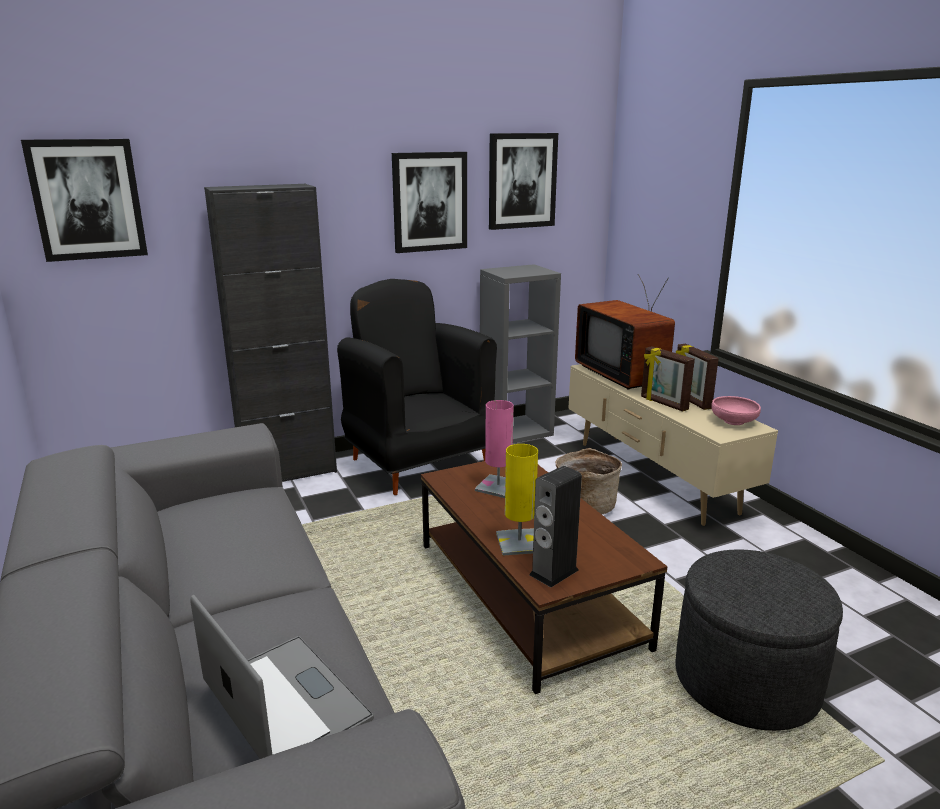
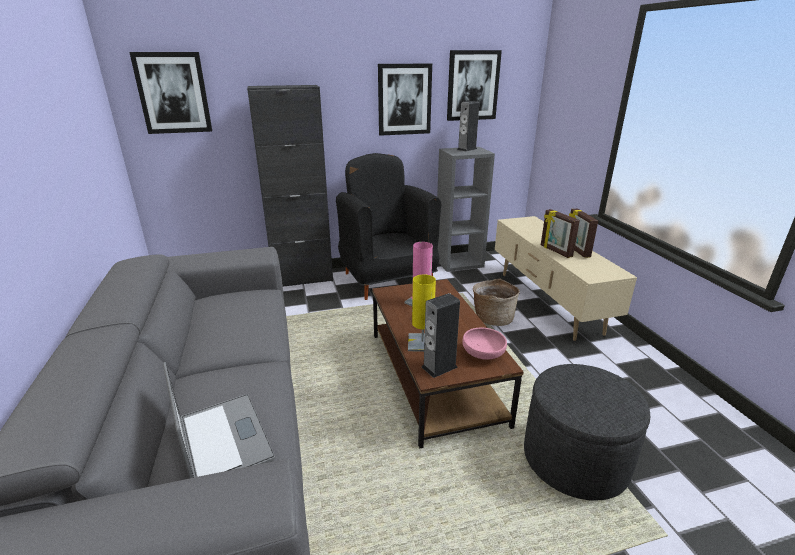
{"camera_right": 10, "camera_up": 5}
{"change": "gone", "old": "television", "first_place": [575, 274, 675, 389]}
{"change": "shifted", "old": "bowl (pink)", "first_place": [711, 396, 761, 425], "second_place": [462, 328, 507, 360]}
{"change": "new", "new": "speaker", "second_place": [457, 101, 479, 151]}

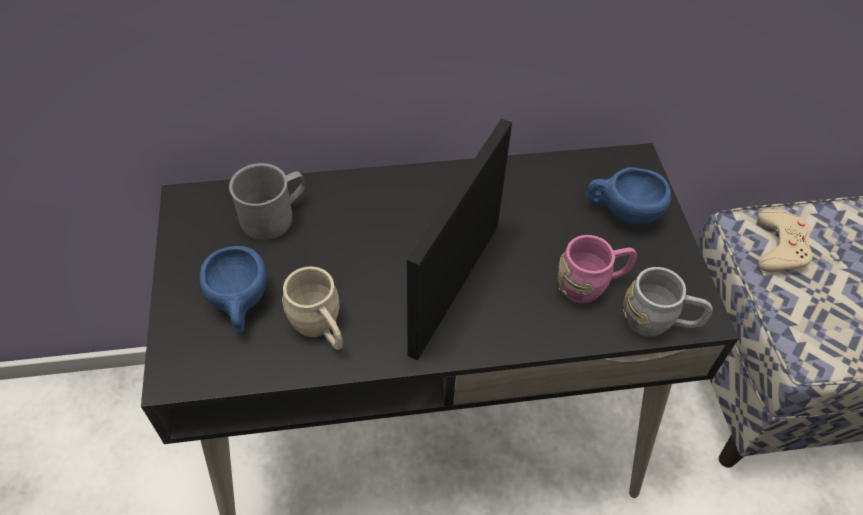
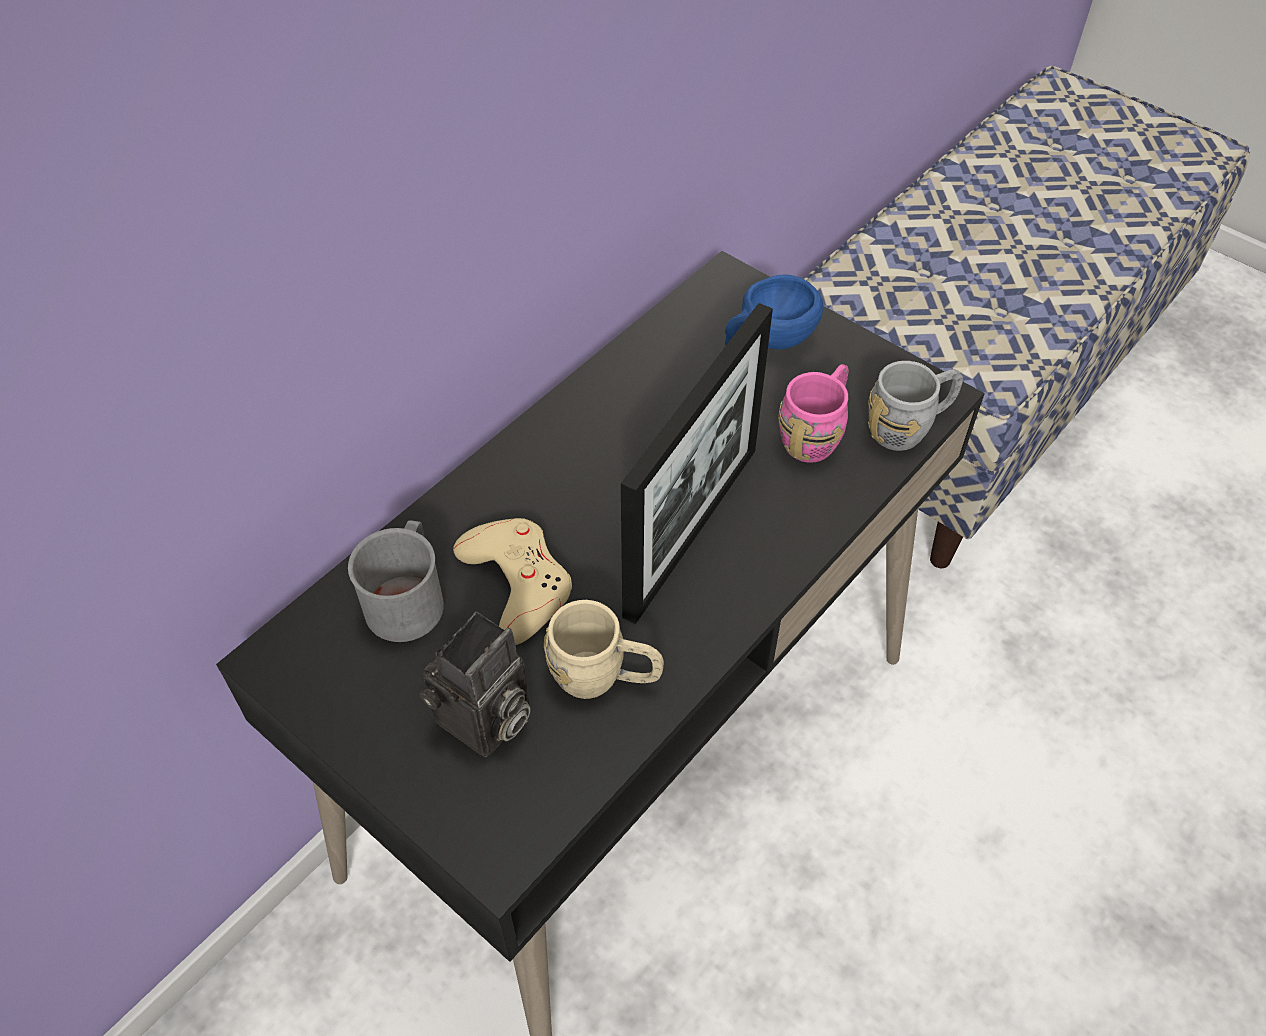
{"camera_right": -40, "camera_up": 0}
{"change": "swapped", "old": "cup (blue)", "new": "photo camera", "first_place": [200, 246, 267, 334], "second_place": [420, 612, 531, 757]}
{"change": "rotated", "old": "picture frame", "first_place": [407, 118, 512, 360], "second_place": [621, 303, 773, 624], "degrees": -135}
{"change": "shifted", "old": "game controller (beige)", "first_place": [757, 209, 813, 272], "second_place": [453, 518, 572, 645]}

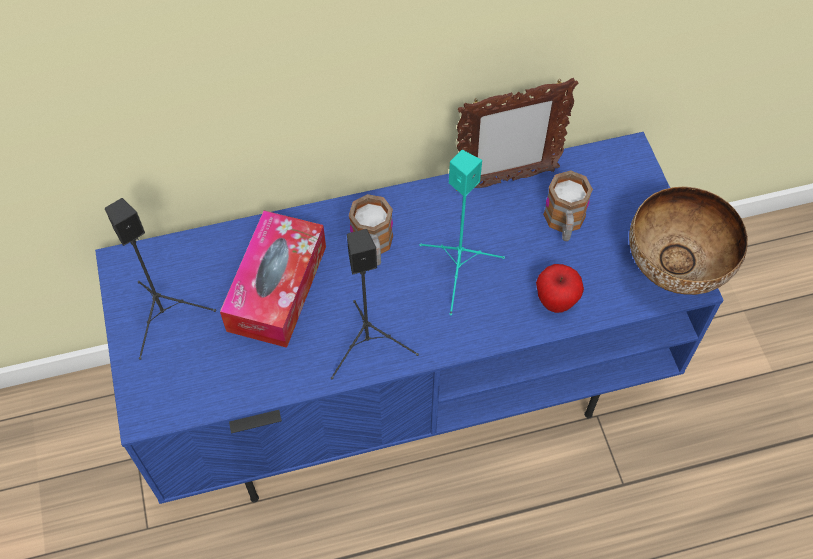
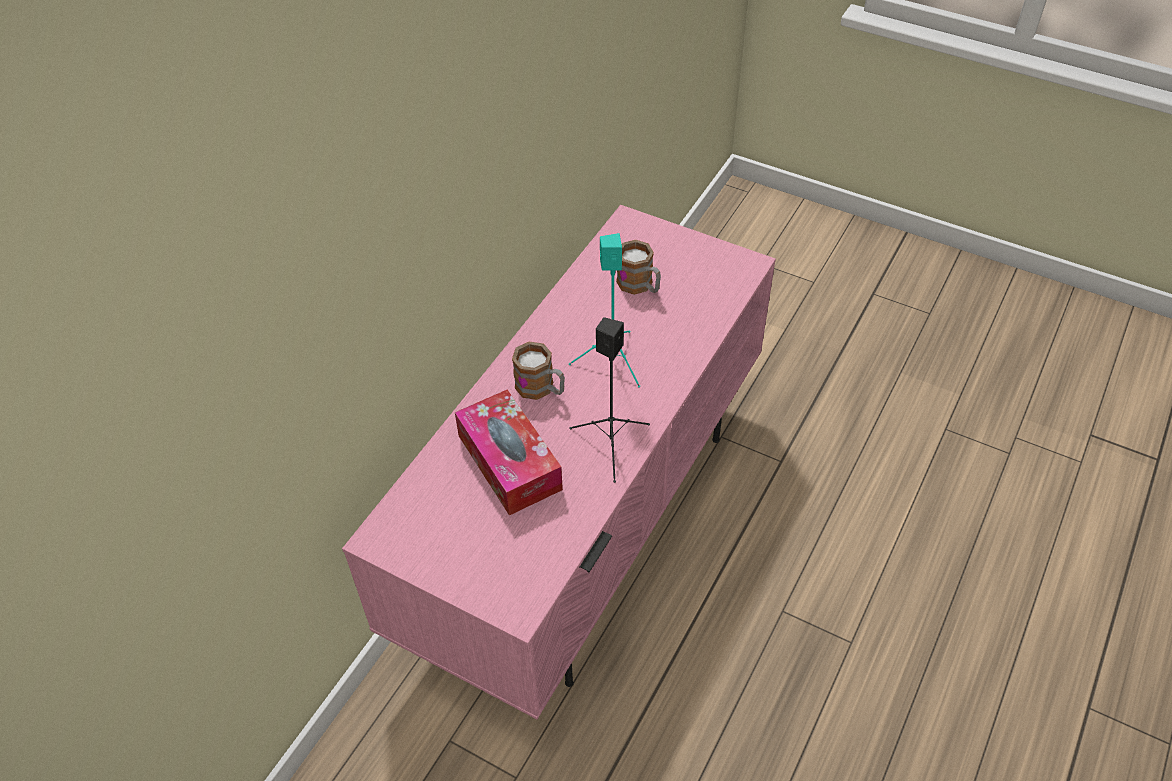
{"camera_right": -45, "camera_up": -10}
{"change": "repainted", "old": "tv stand (blue)", "new": "tv stand (pink)", "first_place": [95, 132, 723, 504], "second_place": [342, 205, 776, 719]}
{"change": "gone", "old": "speaker (black)", "first_place": [105, 198, 216, 360]}
{"change": "gone", "old": "picture frame", "first_place": [456, 78, 578, 191]}
{"change": "gone", "old": "apple", "first_place": [536, 264, 584, 313]}
{"change": "gone", "old": "bowl", "first_place": [629, 186, 748, 295]}

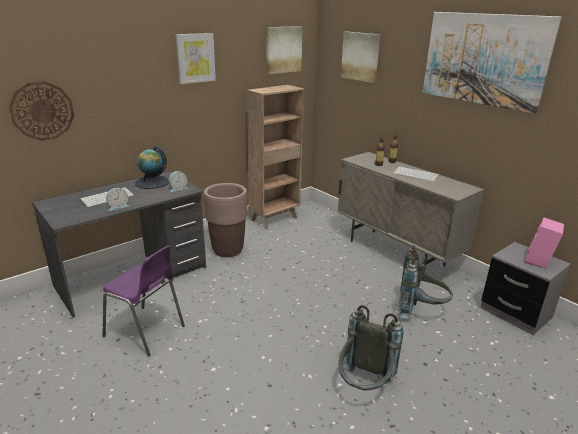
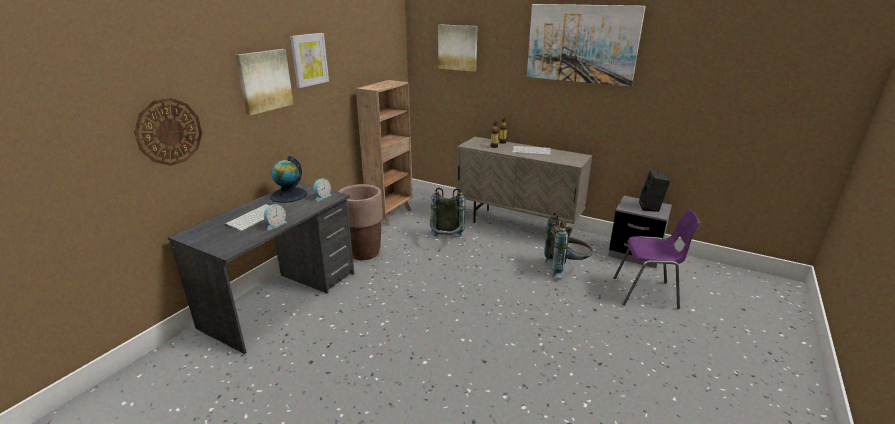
{"camera_right": -20, "camera_up": 0}
{"change": "shifted", "old": "chair (purple)", "first_place": [102, 246, 185, 357], "second_place": [614, 210, 700, 309]}
{"change": "shifted", "old": "picture", "first_place": [266, 26, 303, 74], "second_place": [235, 49, 294, 116]}
{"change": "shifted", "old": "backpack (grey)", "first_place": [338, 305, 403, 390], "second_place": [430, 188, 466, 237]}
{"change": "repainted", "old": "speaker (pink)", "new": "speaker (black)", "first_place": [525, 217, 564, 268], "second_place": [639, 171, 670, 212]}

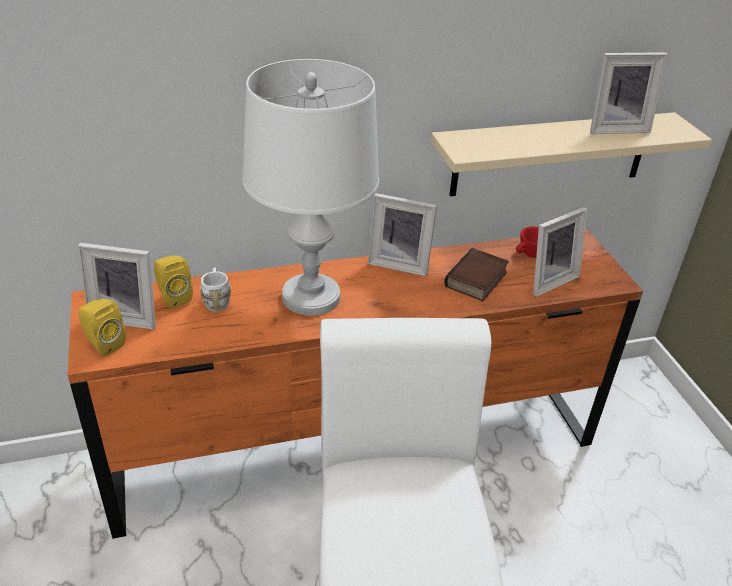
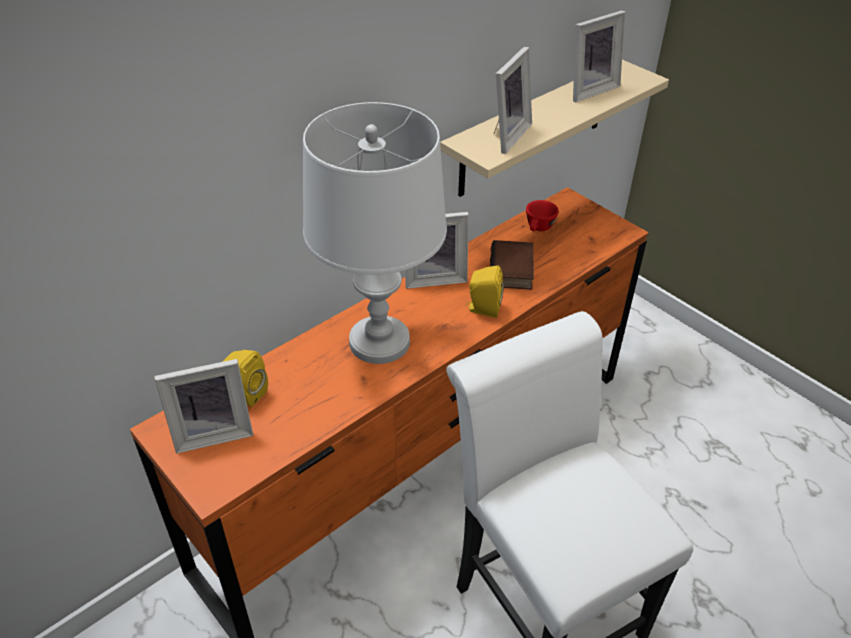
{"camera_right": -25, "camera_up": 5}
{"change": "shifted", "old": "speaker (yellow)", "first_place": [79, 299, 126, 356], "second_place": [465, 266, 504, 318]}
{"change": "gone", "old": "mug (white)", "first_place": [200, 268, 231, 311]}
{"change": "shifted", "old": "picture frame", "first_place": [533, 207, 587, 297], "second_place": [493, 47, 532, 154]}

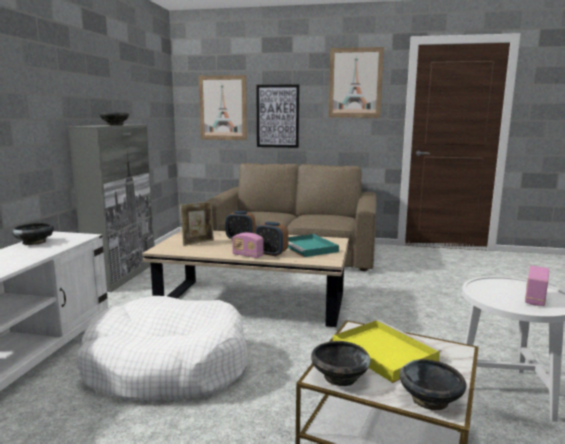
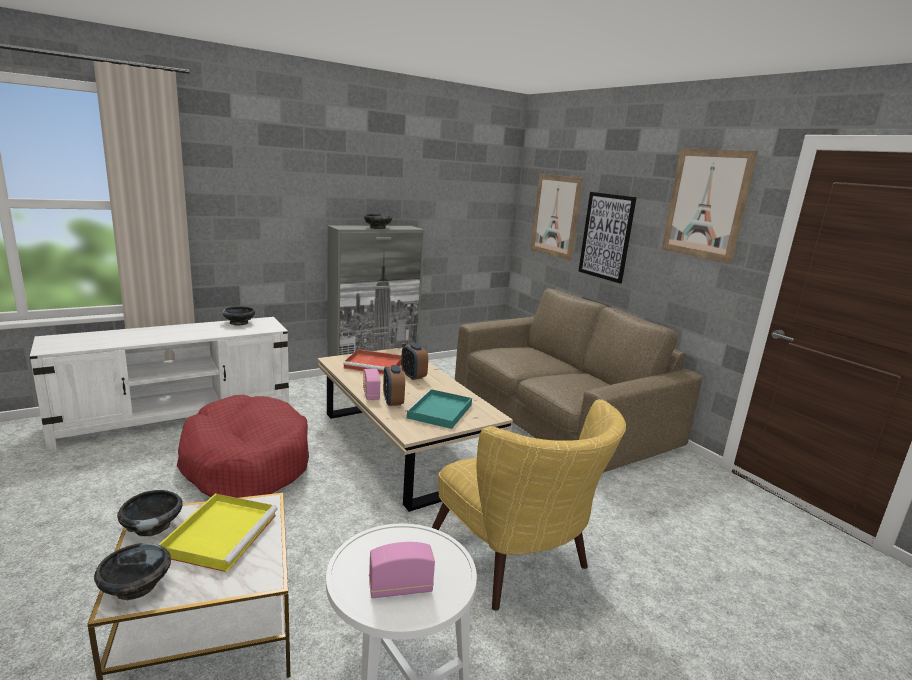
{"camera_right": 45, "camera_up": 5}
{"change": "repainted", "old": "dog bed (white)", "new": "dog bed (red)", "first_place": [76, 296, 248, 401], "second_place": [177, 395, 309, 498]}
{"change": "swapped", "old": "picture frame", "new": "tray (red)", "first_place": [180, 201, 214, 246], "second_place": [343, 349, 402, 374]}
{"change": "new", "new": "armchair (yellow)", "second_place": [432, 399, 626, 611]}

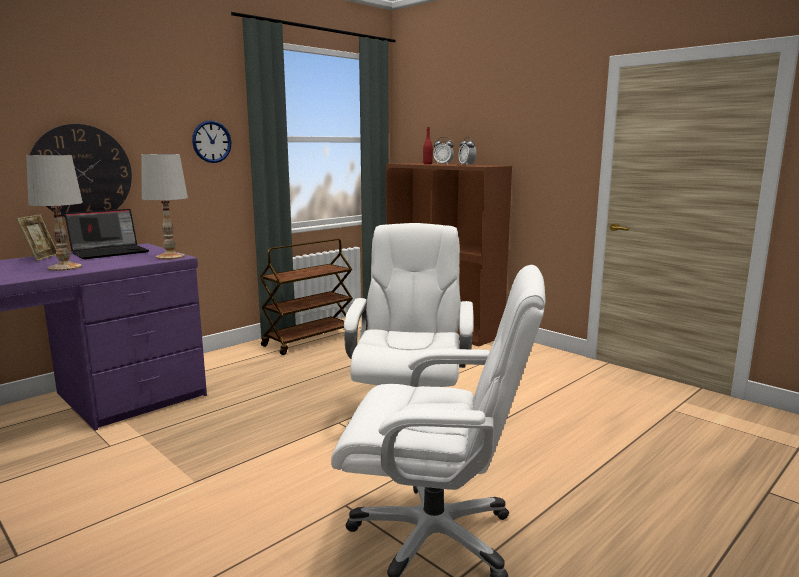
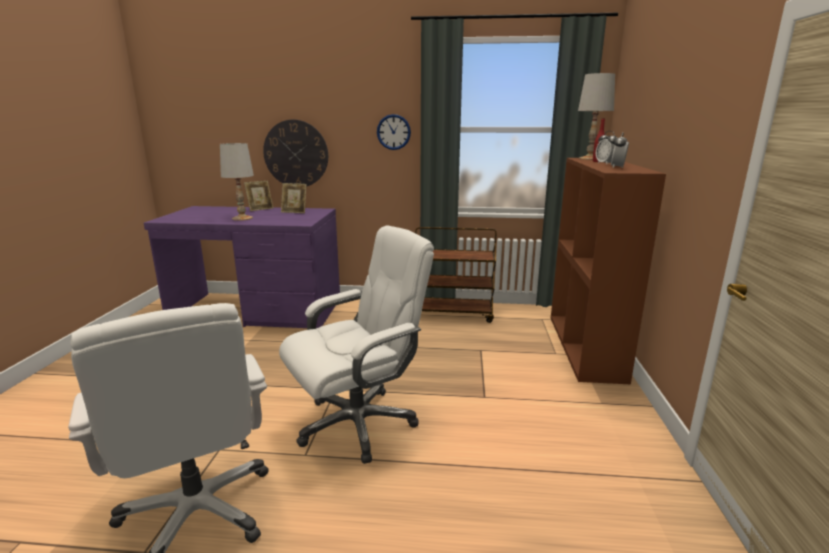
{"camera_right": 50, "camera_up": 5}
{"change": "swapped", "old": "laptop", "new": "picture frame", "first_place": [64, 209, 149, 259], "second_place": [281, 183, 307, 213]}
{"change": "shifted", "old": "table lamp (white)", "first_place": [141, 154, 188, 259], "second_place": [578, 73, 615, 160]}

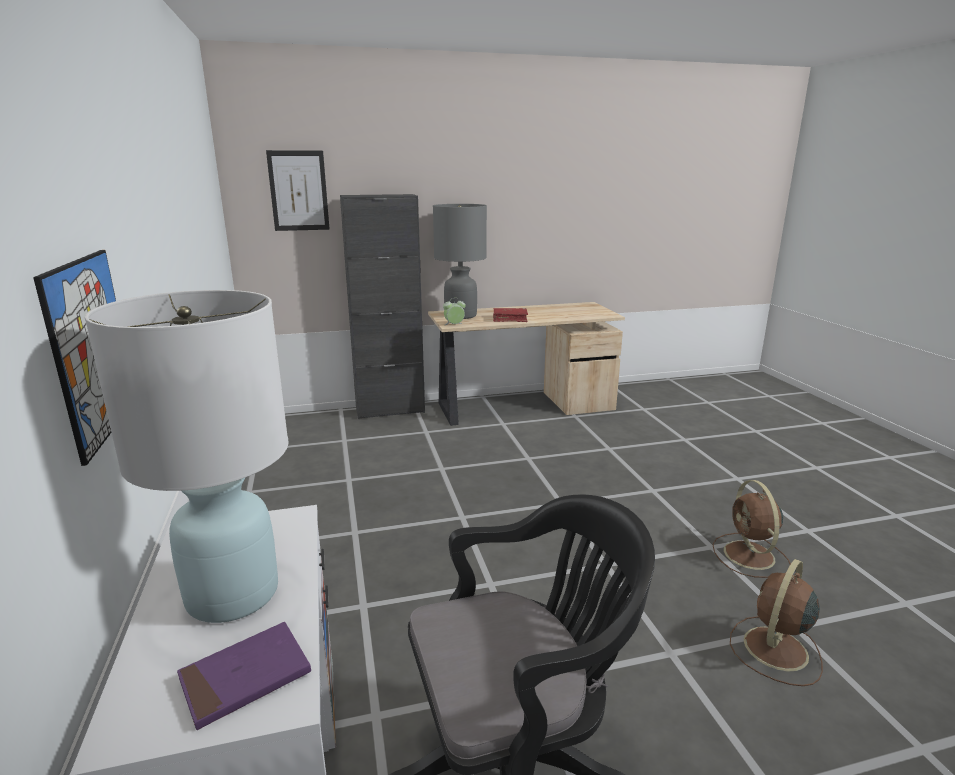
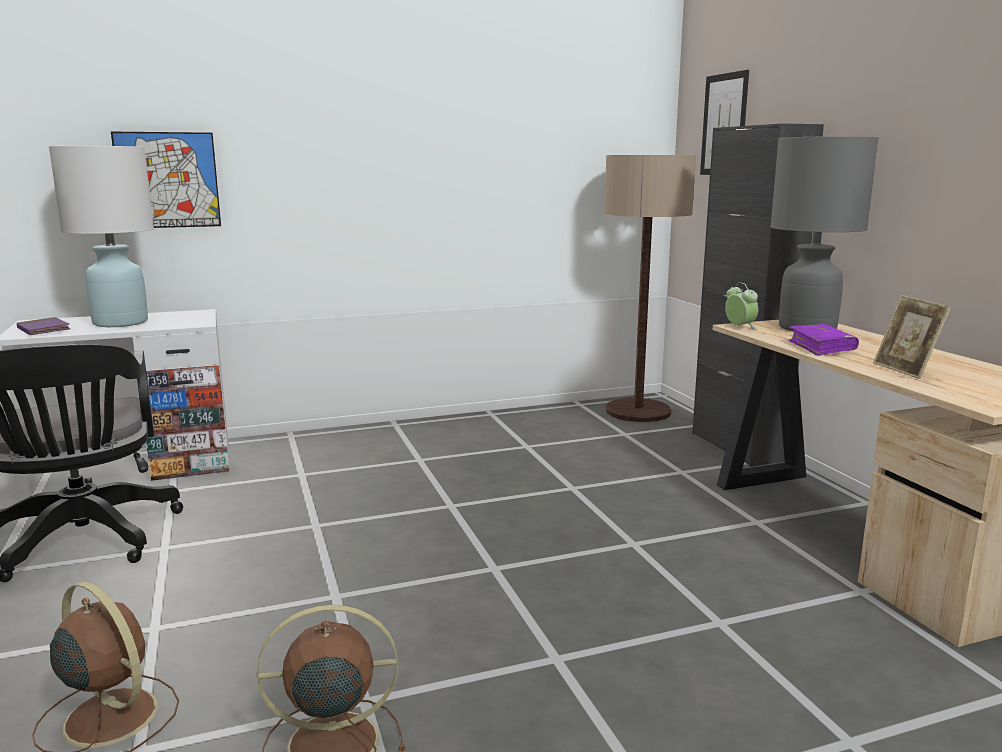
{"camera_right": 85, "camera_up": -5}
{"change": "repainted", "old": "book (red)", "new": "book (purple)", "first_place": [493, 308, 528, 322], "second_place": [788, 324, 859, 356]}
{"change": "new", "new": "floor lamp", "second_place": [604, 155, 696, 422]}
{"change": "new", "new": "picture frame", "second_place": [873, 295, 951, 379]}

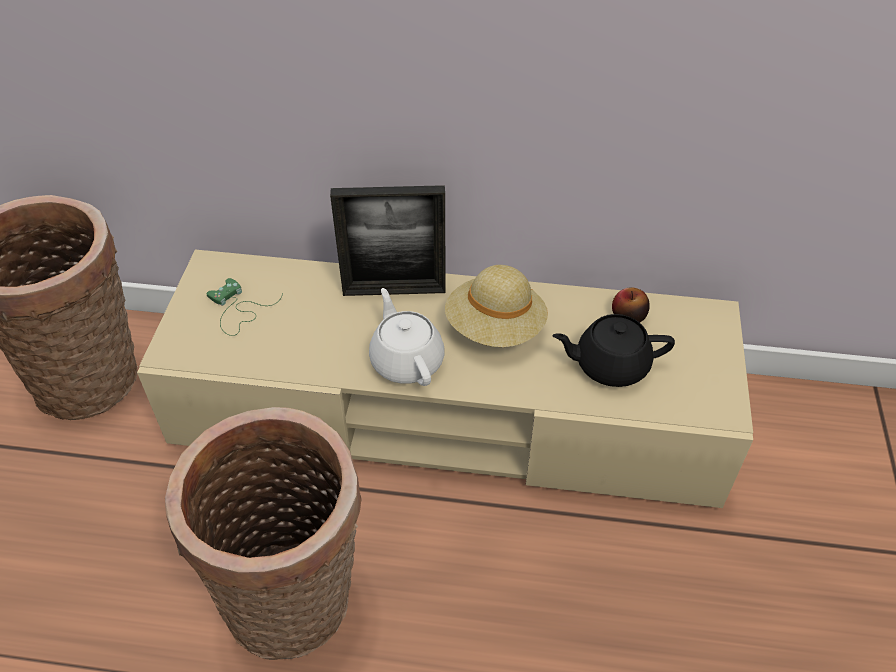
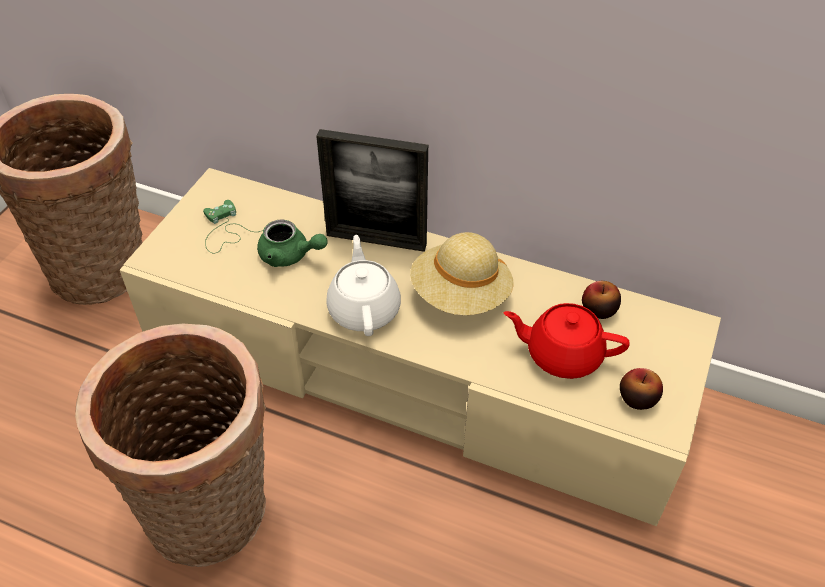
{"camera_right": 15, "camera_up": 0}
{"change": "repainted", "old": "teapot (black)", "new": "teapot (red)", "first_place": [552, 314, 675, 387], "second_place": [503, 303, 630, 379]}
{"change": "new", "new": "teapot (green)", "second_place": [257, 220, 328, 267]}
{"change": "new", "new": "apple", "second_place": [620, 368, 663, 410]}

